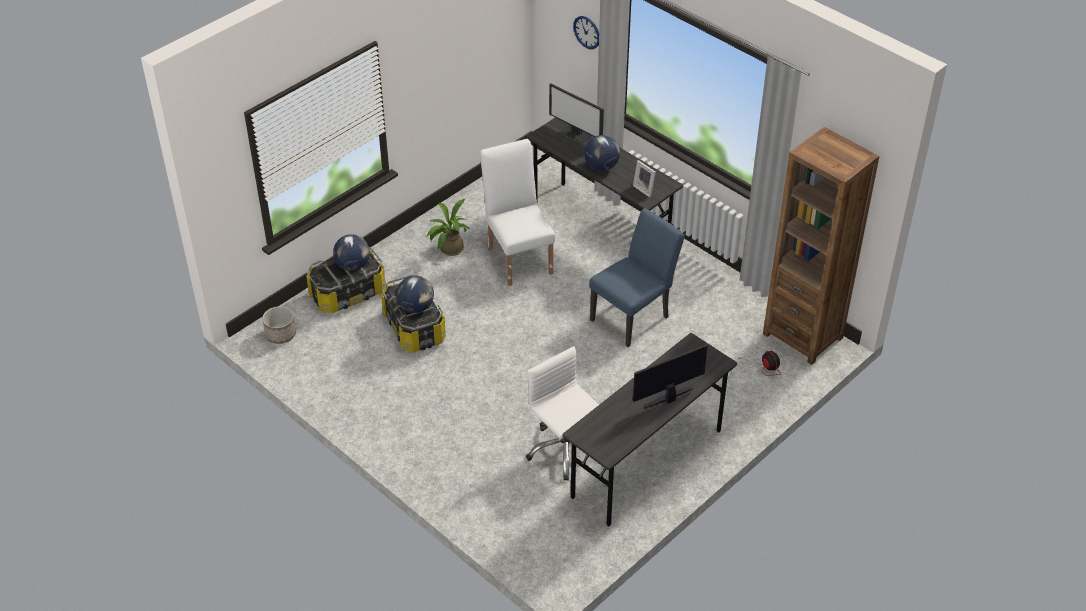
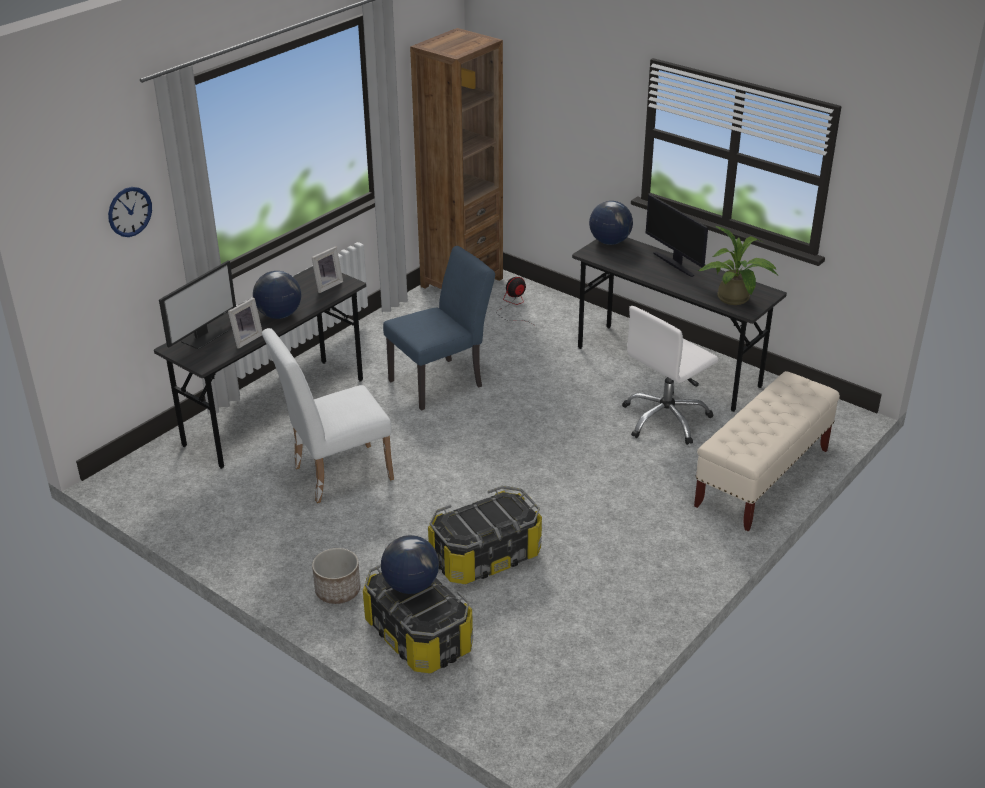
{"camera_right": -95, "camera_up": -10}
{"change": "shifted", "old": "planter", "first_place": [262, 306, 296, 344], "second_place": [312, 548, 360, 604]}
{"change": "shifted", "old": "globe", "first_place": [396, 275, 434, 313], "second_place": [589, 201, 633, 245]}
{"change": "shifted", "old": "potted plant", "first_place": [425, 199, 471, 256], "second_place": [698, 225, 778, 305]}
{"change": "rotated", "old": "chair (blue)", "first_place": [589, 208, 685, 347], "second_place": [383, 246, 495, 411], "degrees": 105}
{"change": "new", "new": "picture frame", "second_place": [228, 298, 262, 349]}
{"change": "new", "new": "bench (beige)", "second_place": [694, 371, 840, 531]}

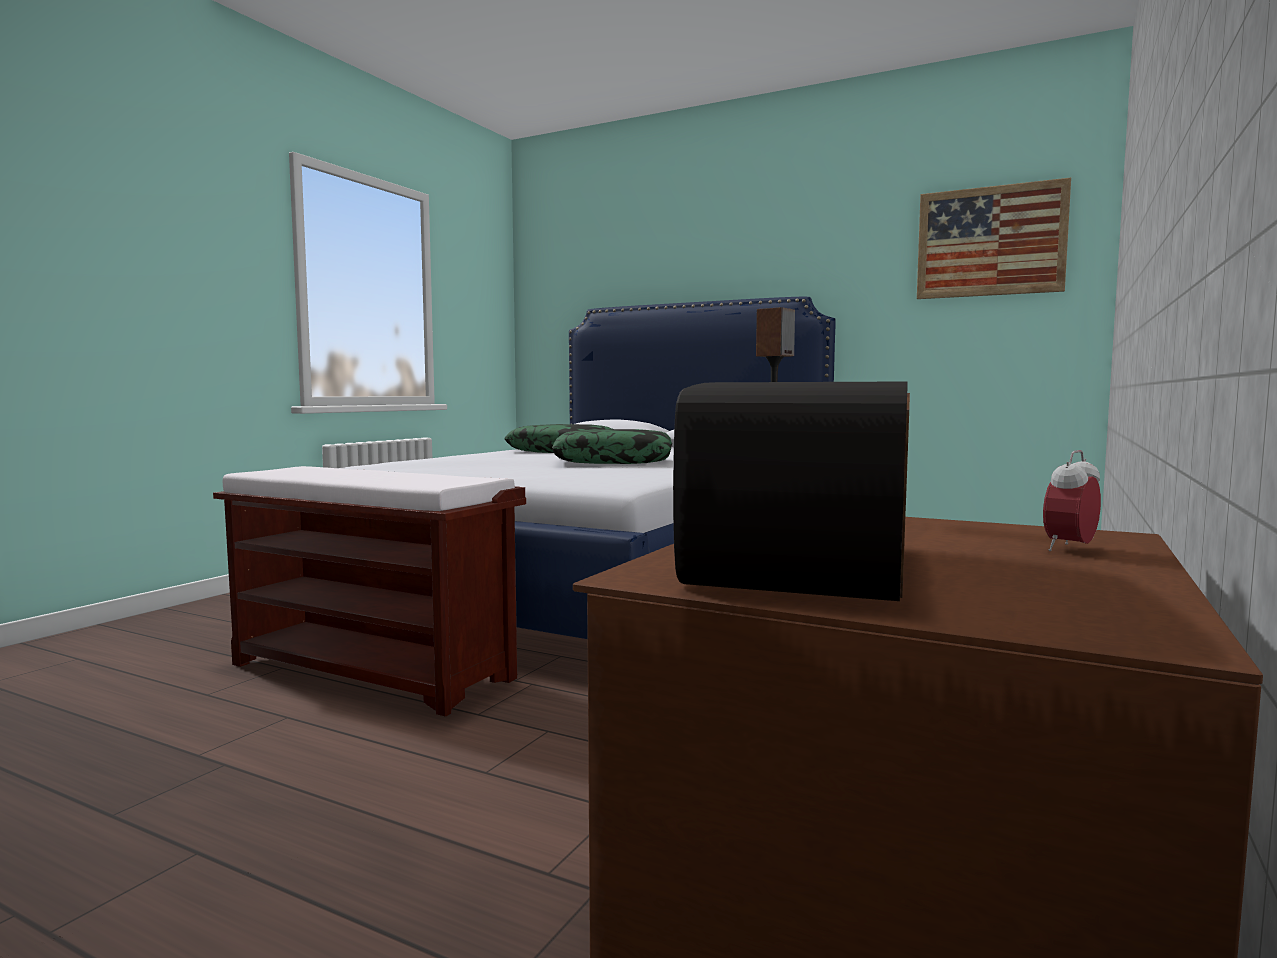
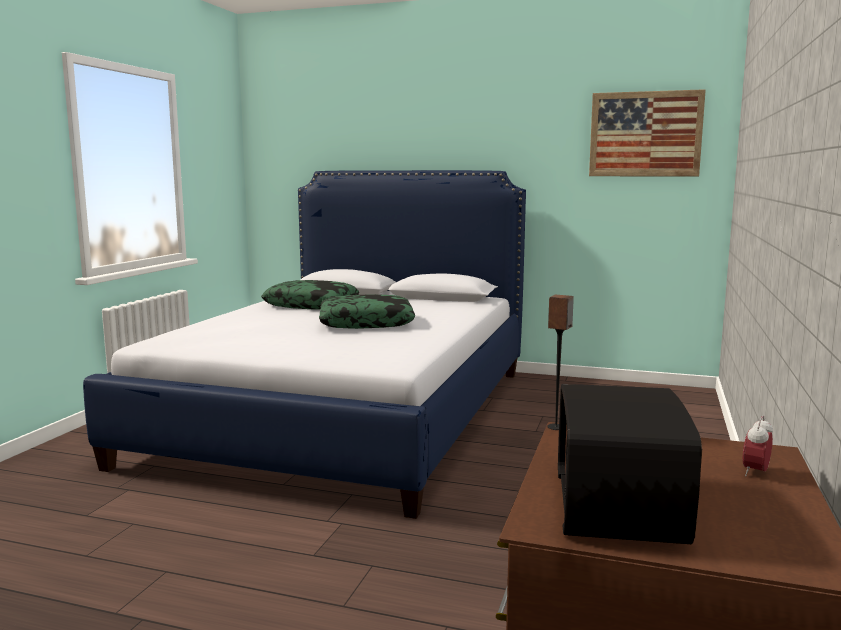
{"camera_right": -10, "camera_up": 5}
{"change": "gone", "old": "bench (brown)", "first_place": [213, 466, 526, 716]}

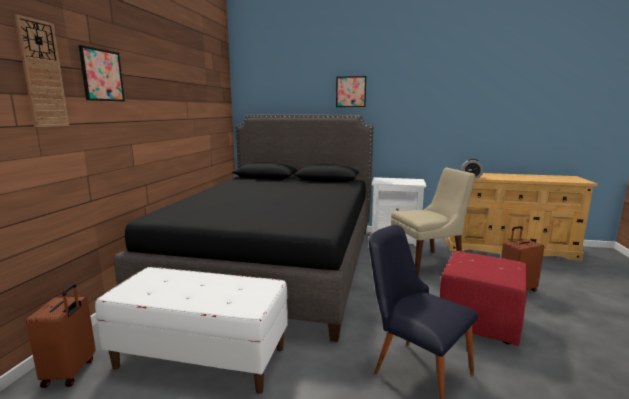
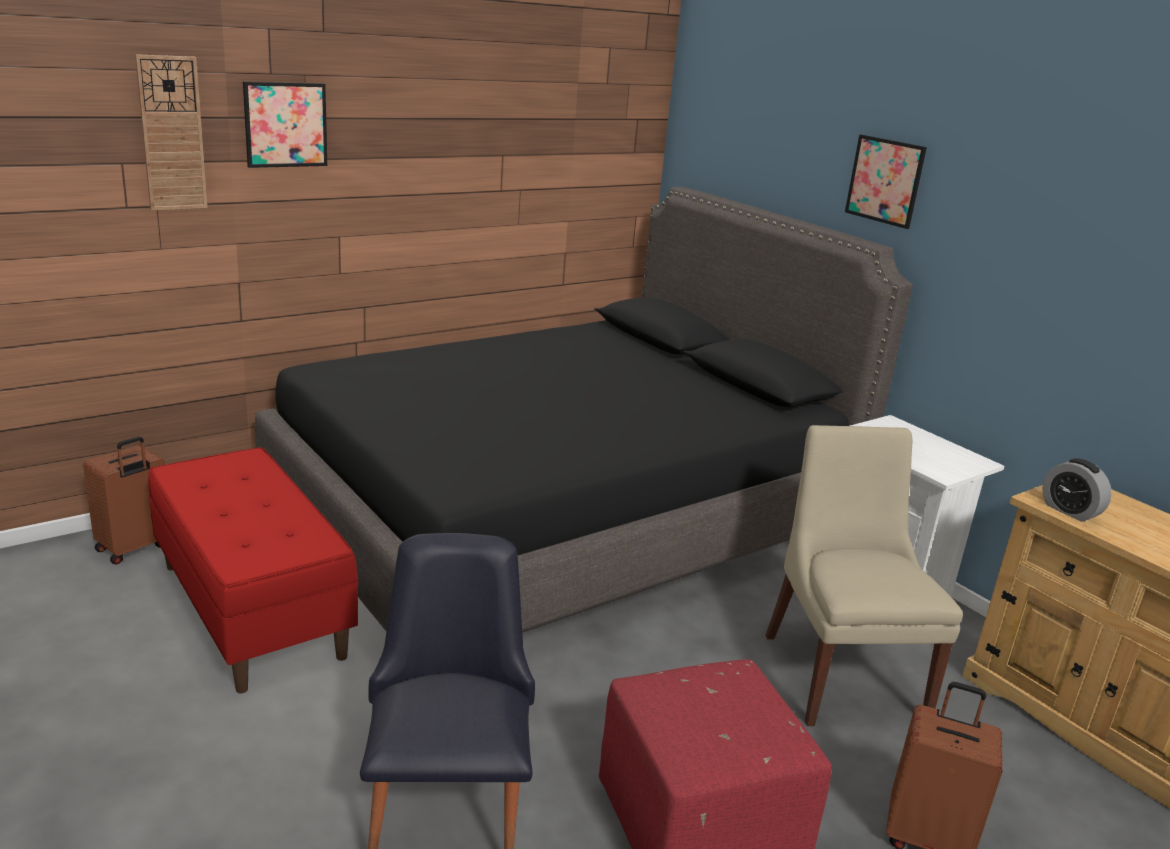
{"camera_right": 40, "camera_up": 10}
{"change": "repainted", "old": "bench (white)", "new": "bench (red)", "first_place": [95, 267, 288, 394], "second_place": [148, 447, 359, 693]}
{"change": "rotated", "old": "chair (beige)", "first_place": [391, 168, 475, 276], "second_place": [765, 425, 963, 726], "degrees": -120}

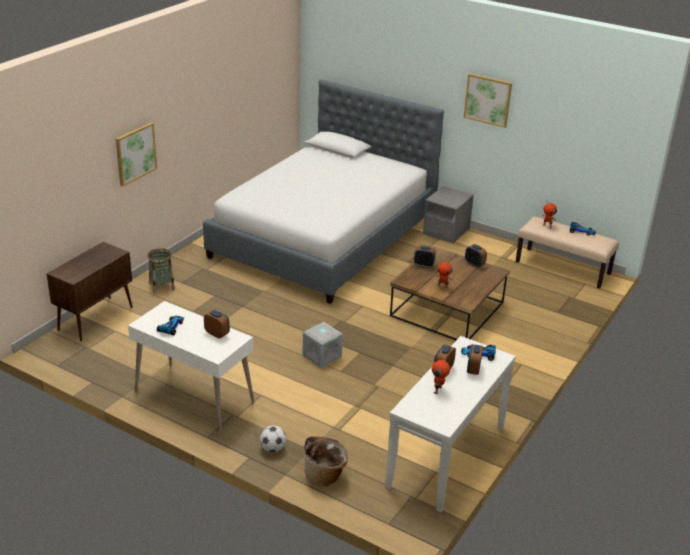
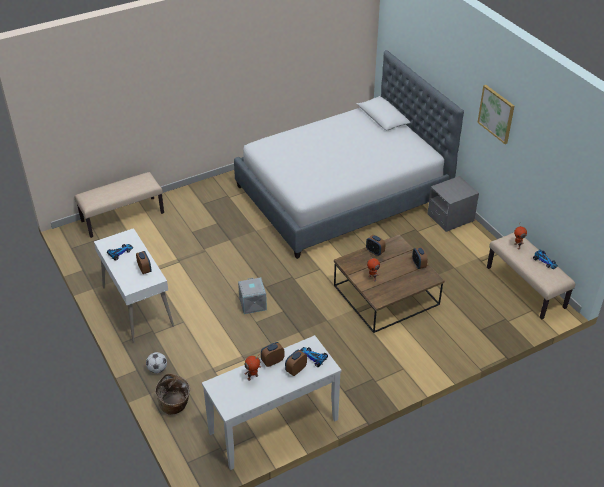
{"camera_right": 30, "camera_up": 10}
{"change": "swapped", "old": "cabinet (brown)", "new": "bench (beige)", "first_place": [47, 242, 133, 341], "second_place": [75, 172, 164, 238]}
{"change": "gone", "old": "picture", "first_place": [116, 122, 157, 186]}
{"change": "gone", "old": "basket", "first_place": [147, 248, 175, 294]}

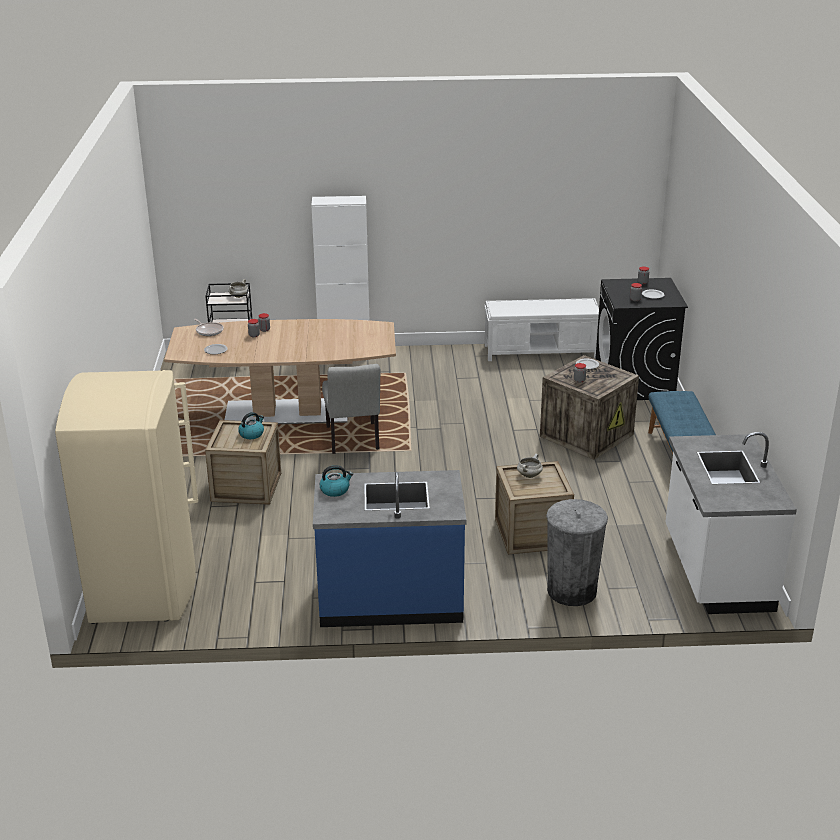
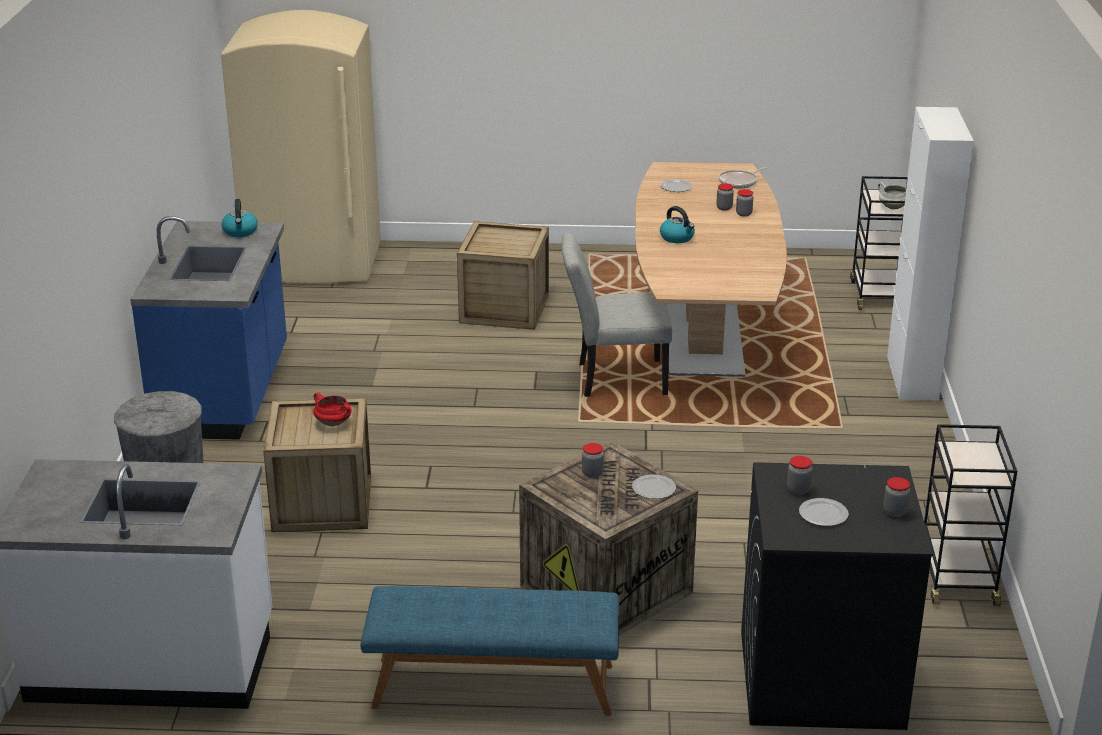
{"camera_right": 95, "camera_up": 0}
{"change": "shifted", "old": "kettle", "first_place": [238, 412, 264, 439], "second_place": [660, 206, 695, 243]}
{"change": "swapped", "old": "bench (white)", "new": "cart (black)", "first_place": [484, 298, 599, 361], "second_place": [924, 424, 1017, 606]}
{"change": "repainted", "old": "cooking pot (white)", "new": "cooking pot (red)", "first_place": [517, 454, 543, 478], "second_place": [313, 392, 352, 426]}

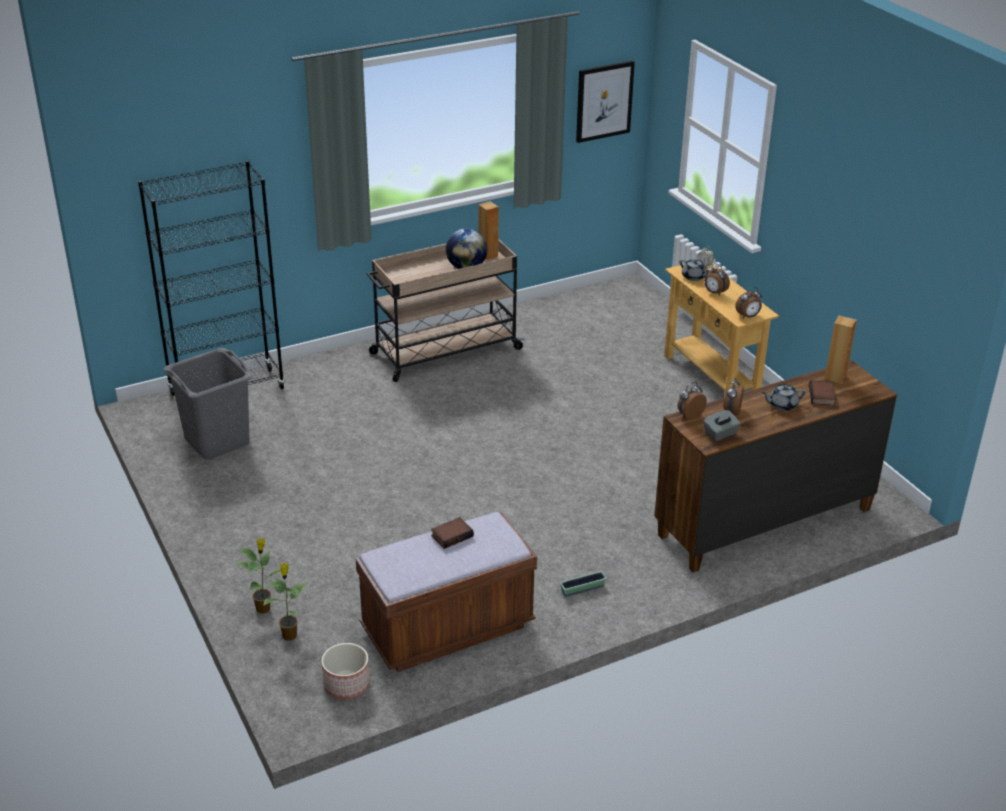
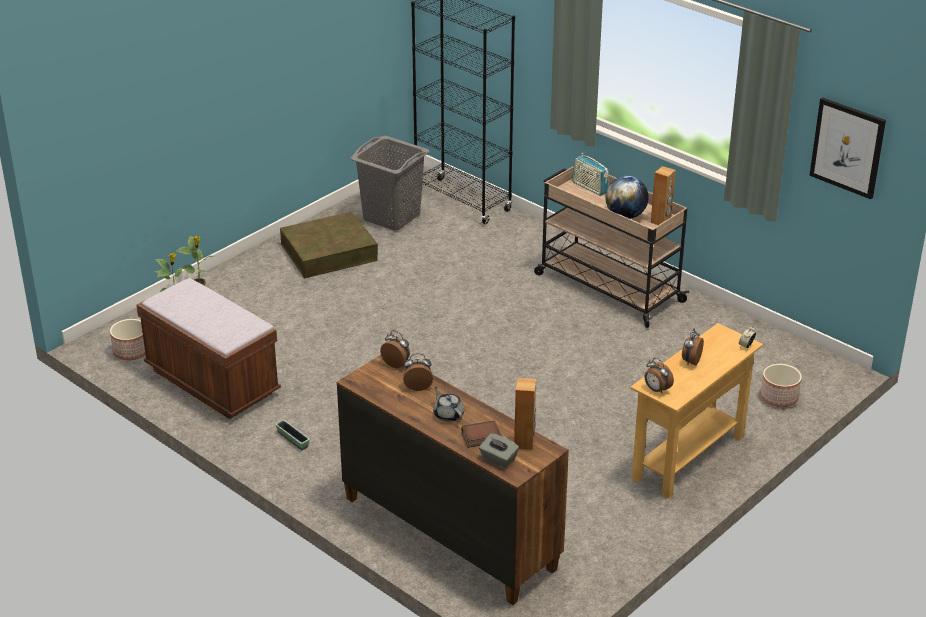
{"camera_right": 70, "camera_up": 0}
{"change": "gone", "old": "book", "first_place": [431, 517, 474, 549]}
{"change": "gone", "old": "teapot (grey)", "first_place": [680, 259, 710, 281]}
{"change": "shifted", "old": "tissue box (grey)", "first_place": [703, 410, 741, 441], "second_place": [479, 433, 519, 468]}
{"change": "new", "new": "storage box (brown)", "second_place": [280, 212, 378, 278]}
{"change": "new", "new": "radio", "second_place": [572, 153, 609, 196]}
{"change": "new", "new": "planter", "second_place": [760, 364, 802, 407]}

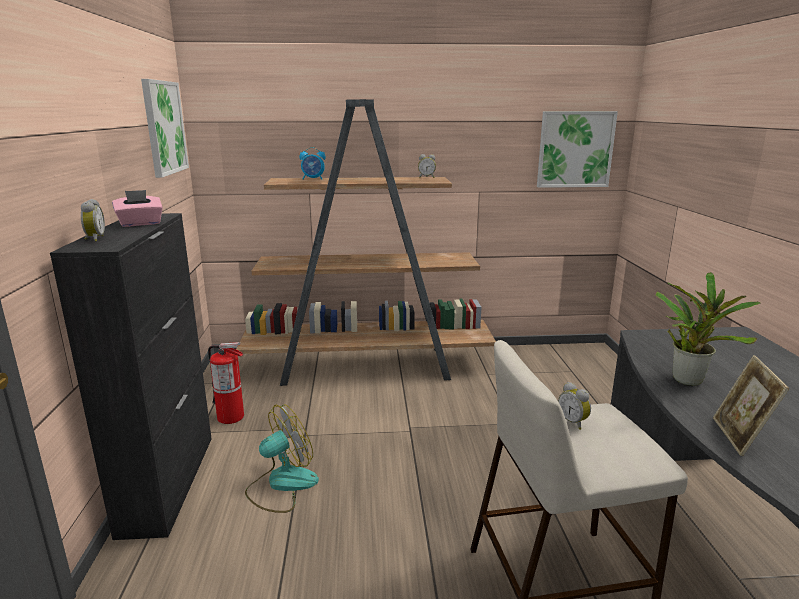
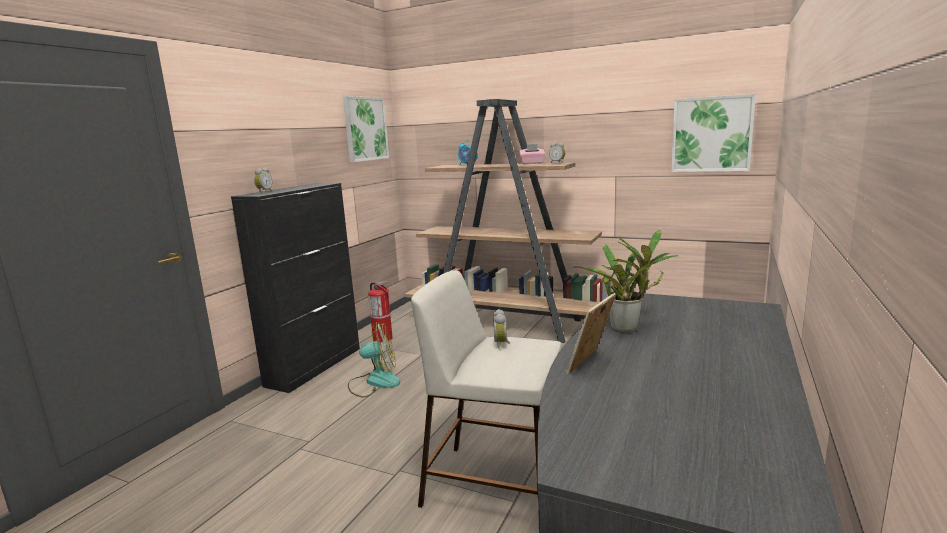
{"camera_right": 30, "camera_up": -5}
{"change": "shifted", "old": "tissue box (pink)", "first_place": [112, 190, 163, 227], "second_place": [519, 144, 545, 164]}

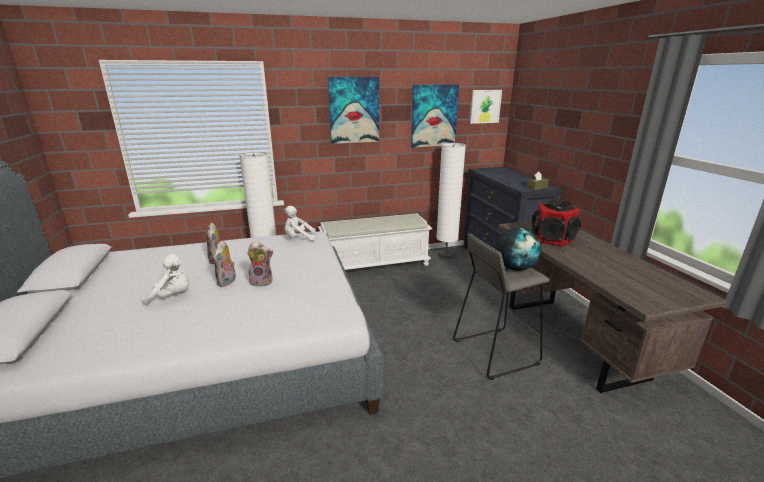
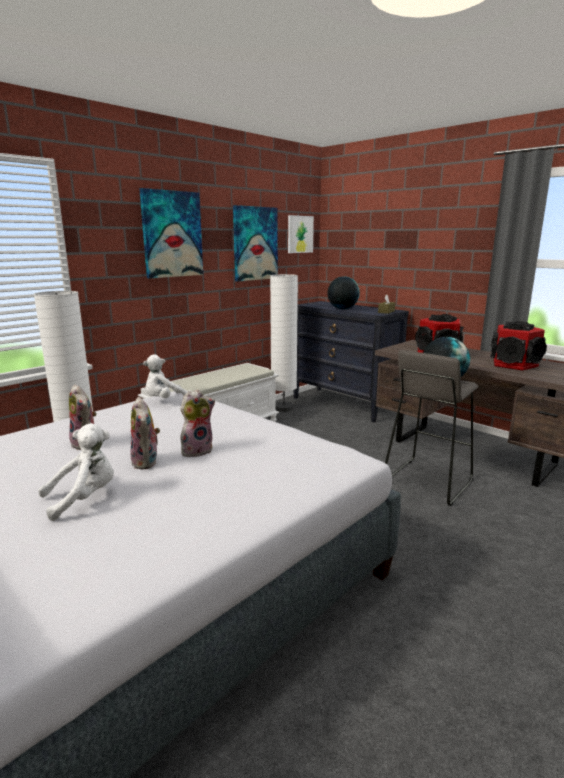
{"camera_right": -30, "camera_up": -5}
{"change": "new", "new": "globe", "second_place": [327, 276, 360, 309]}
{"change": "new", "new": "speaker", "second_place": [490, 321, 547, 371]}

